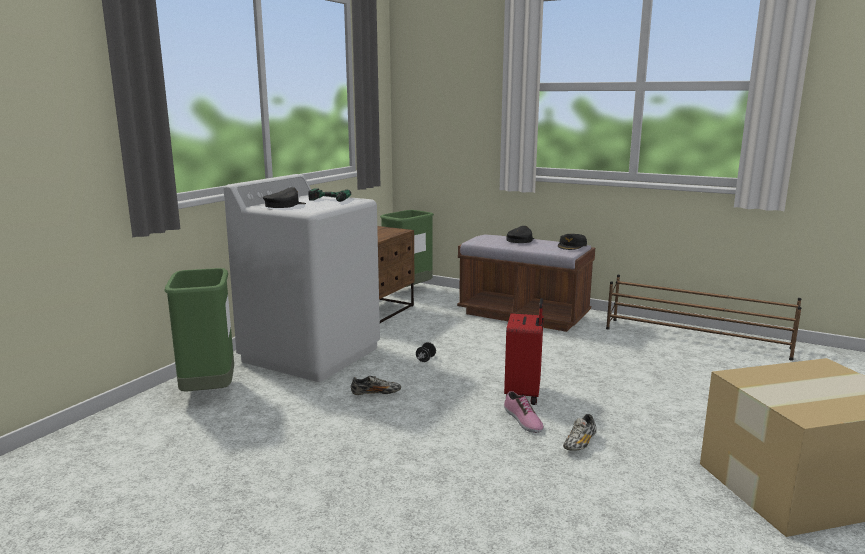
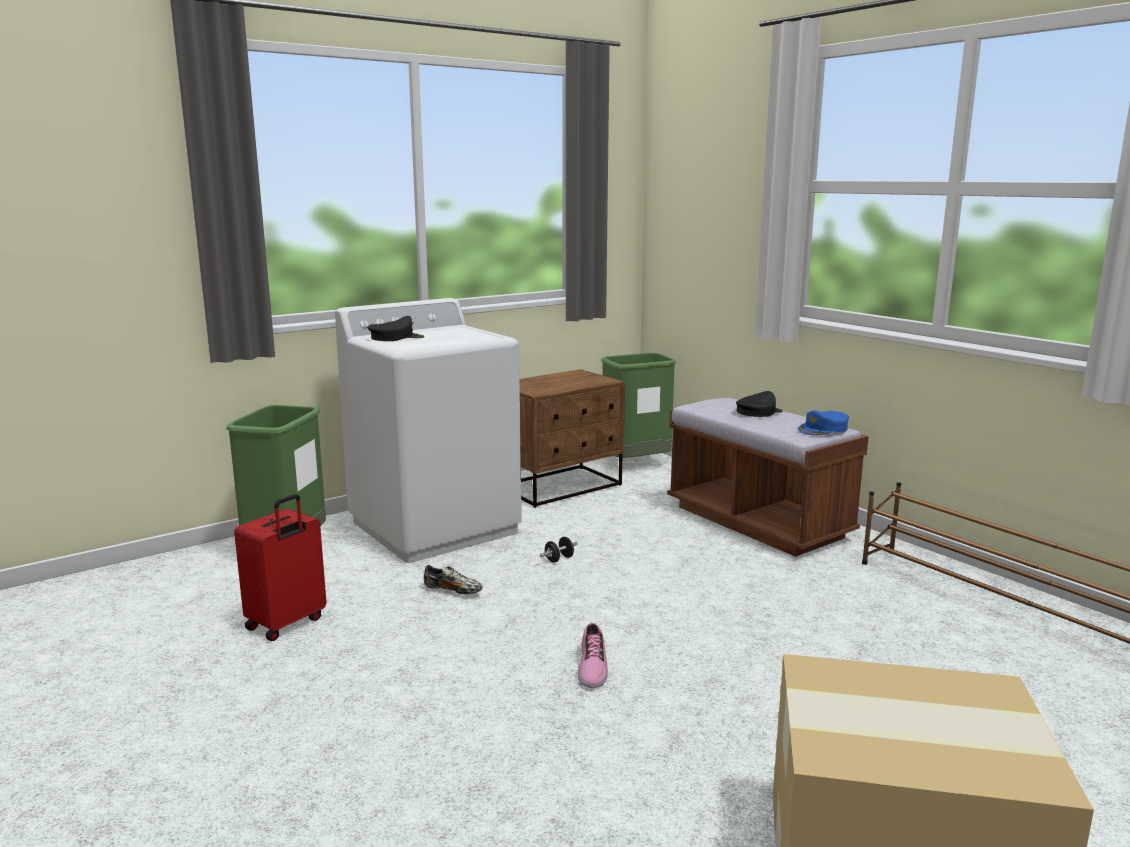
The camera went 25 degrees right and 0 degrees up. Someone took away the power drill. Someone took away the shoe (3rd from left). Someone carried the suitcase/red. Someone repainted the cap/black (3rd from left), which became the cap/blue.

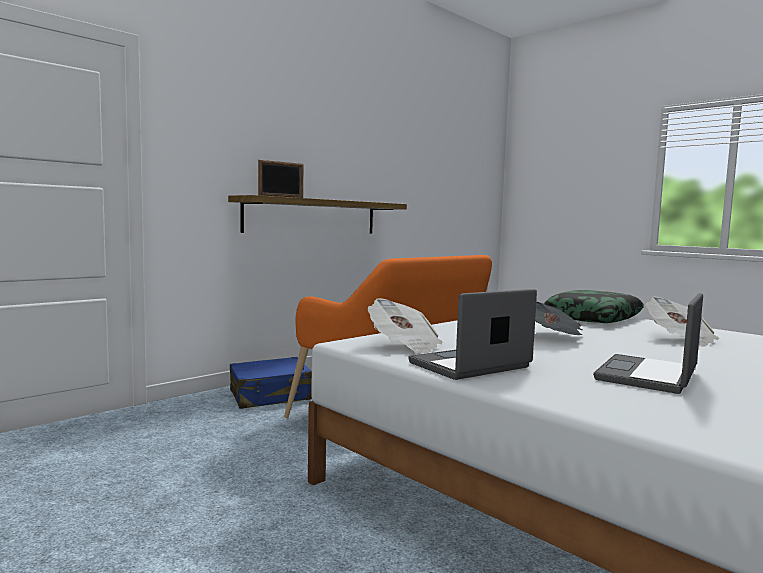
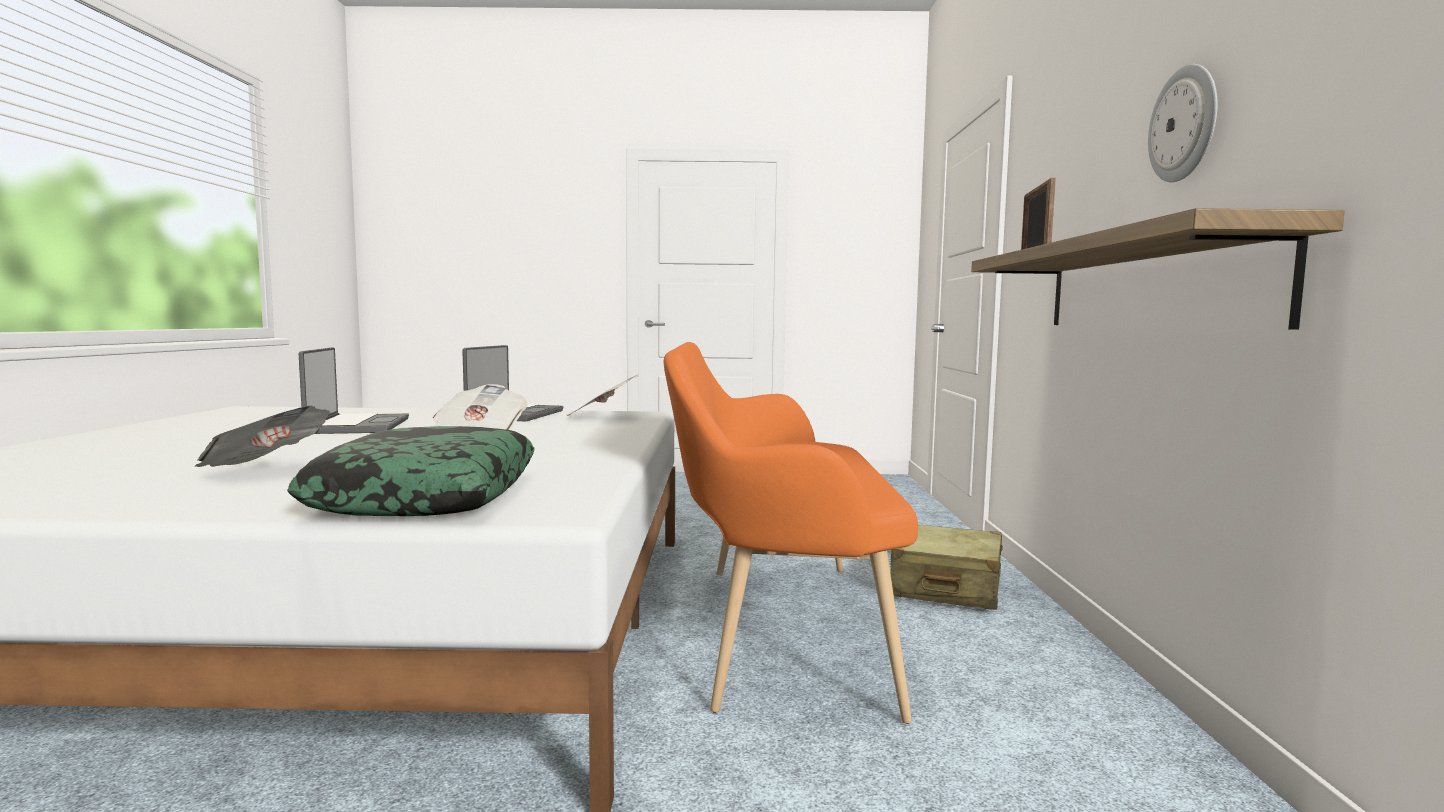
The camera went 135 degrees right and 0 degrees up. Someone put up the wall clock. Someone repainted the suitcase/blue, which became the suitcase/beige.

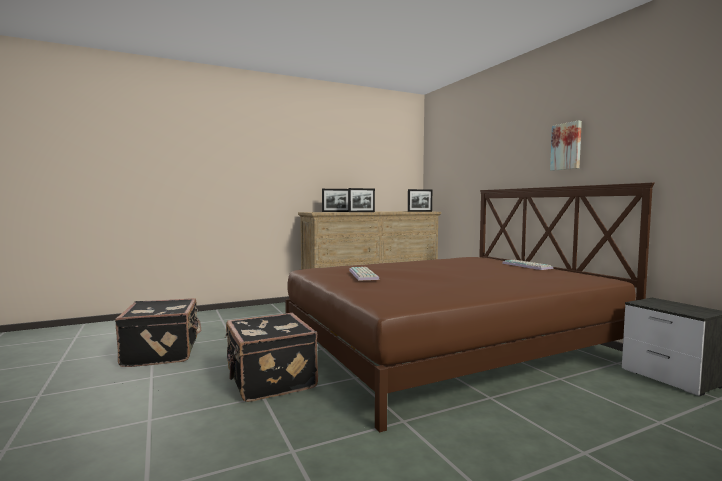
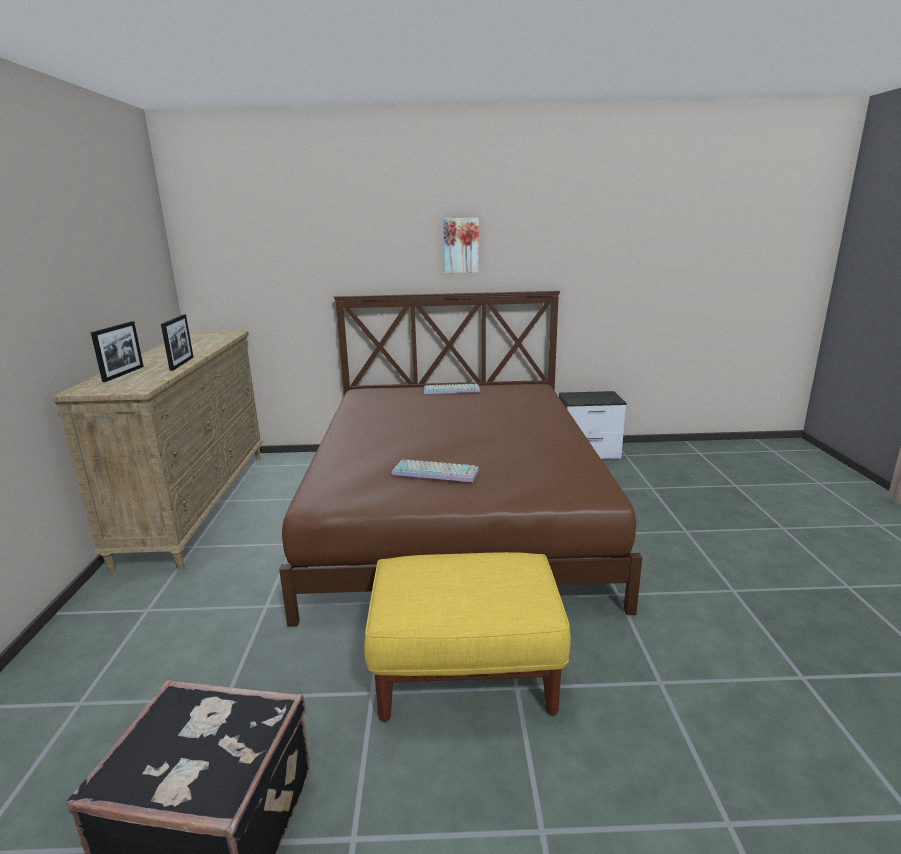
The camera went 65 degrees left and 15 degrees up. Someone took away the picture frame (3rd from left). Someone swapped the suitcase/black (2nd from left) for the ottoman/yellow.

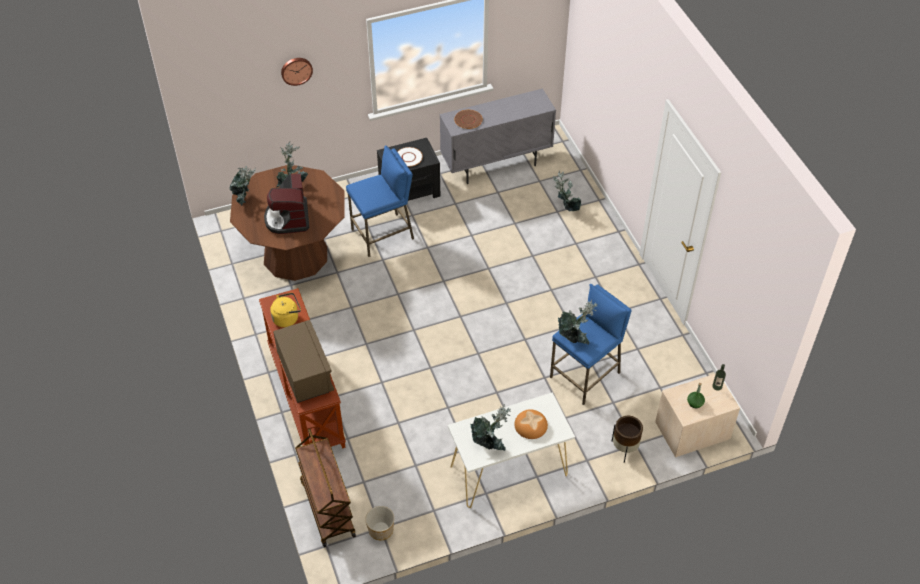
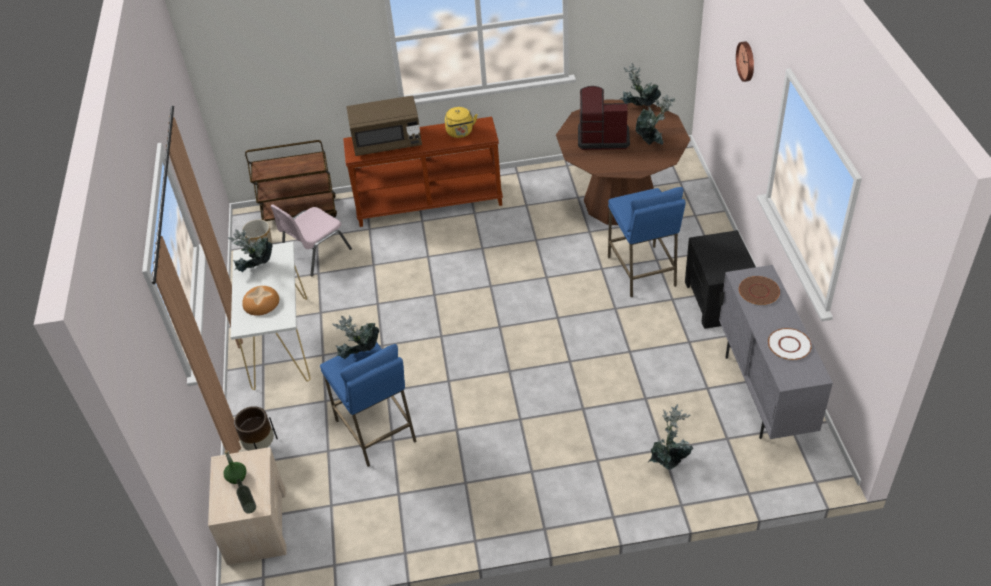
The camera went 105 degrees right and 5 degrees down. Someone put down the chair/pink. Someone carried the plate/white.

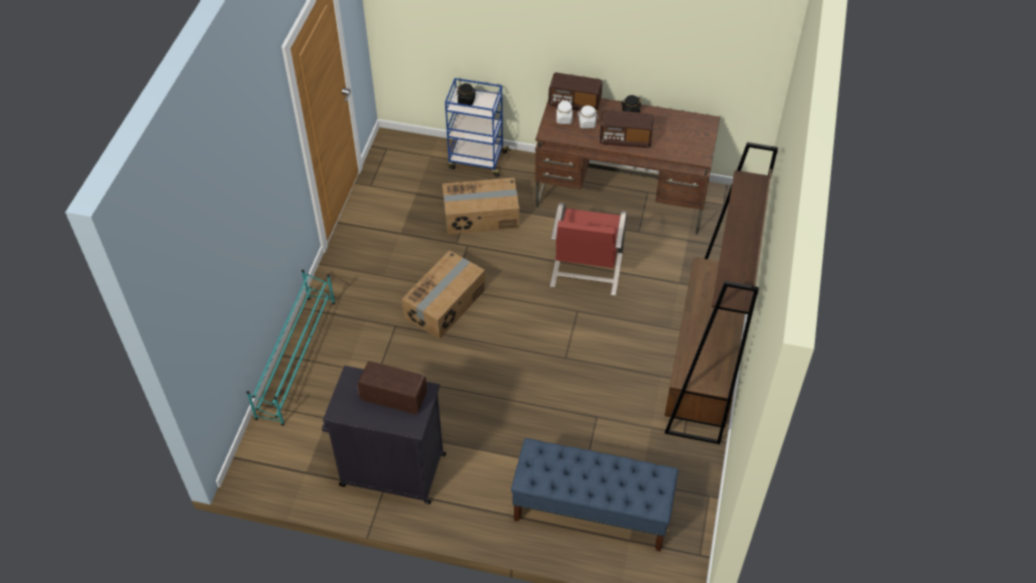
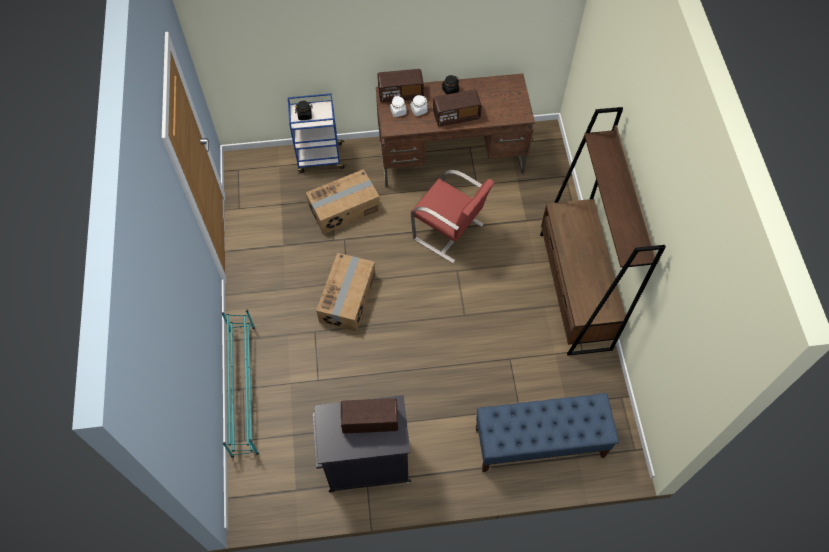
The camera went 20 degrees left and 10 degrees up. Someone rotated the chair/red by 45 degrees counterclockwise.

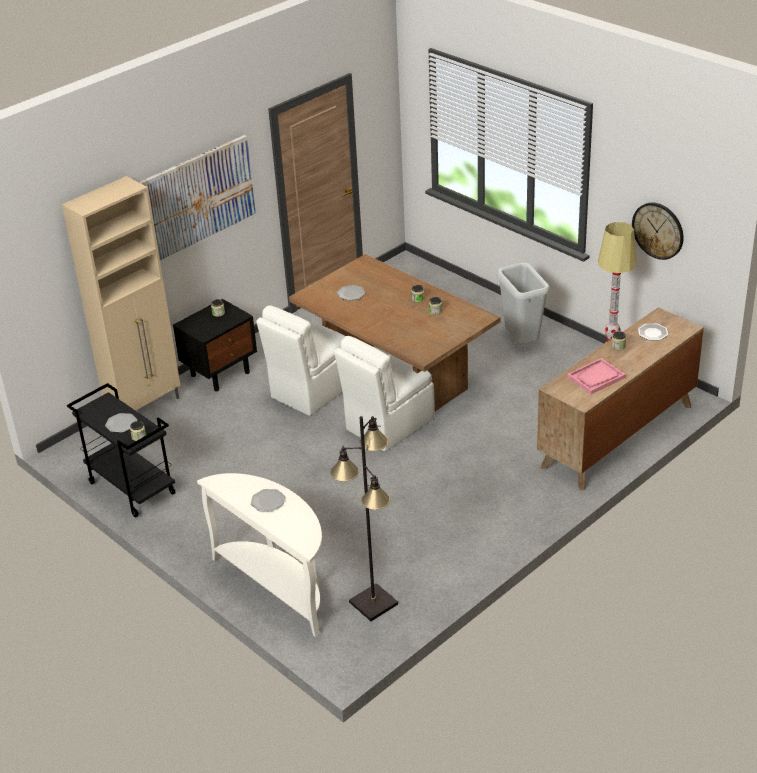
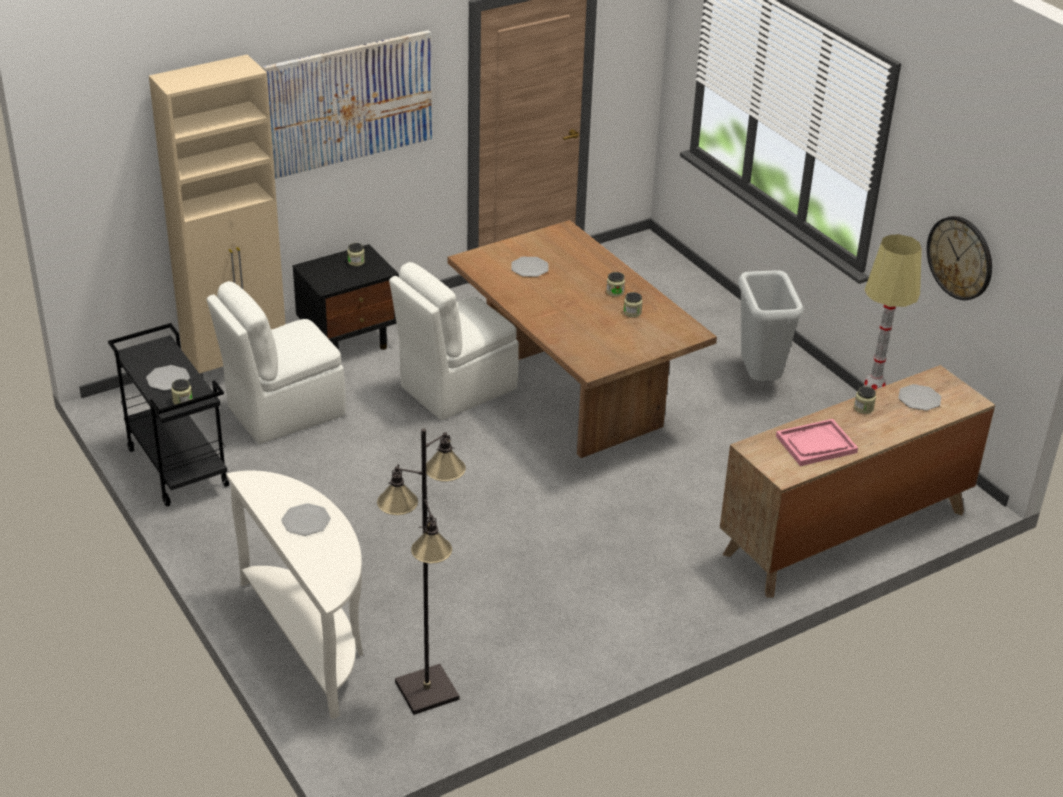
The camera went 10 degrees right and 0 degrees up. Someone carried the chair/white (2nd from left in the first image).

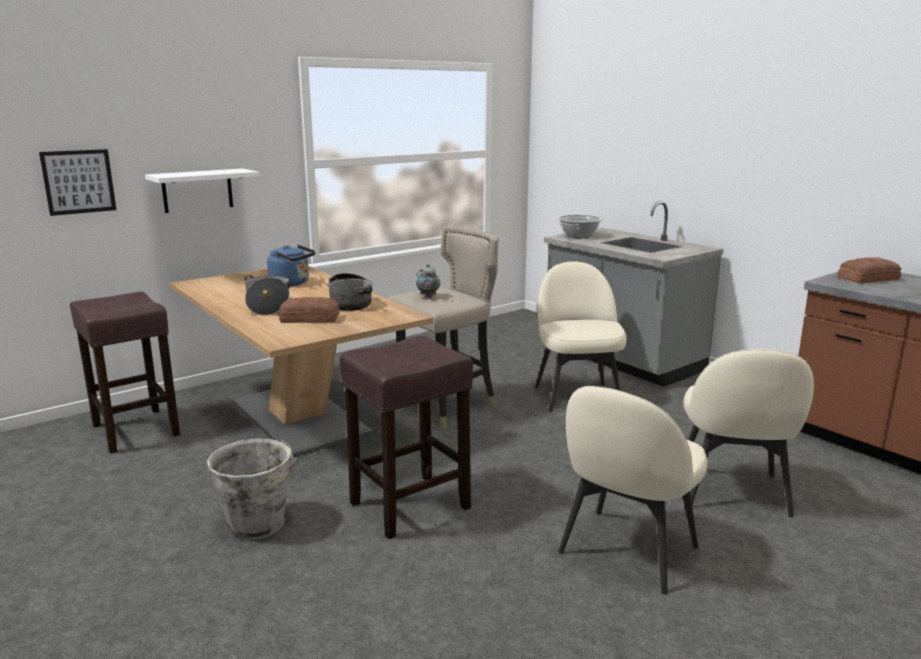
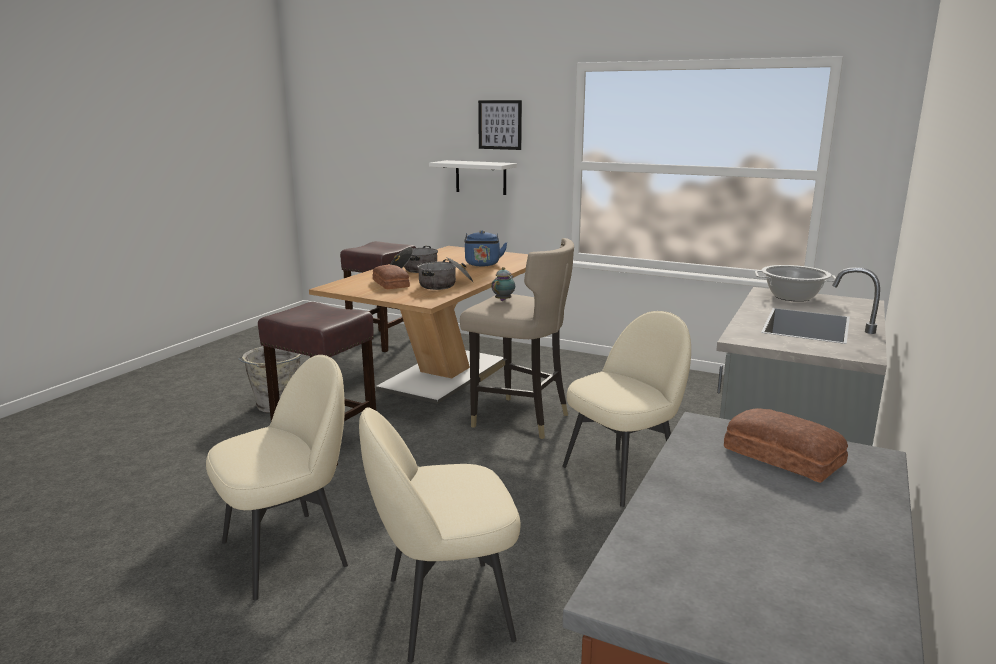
The camera went 65 degrees right and 0 degrees up. Someone carried the picture. Someone rotated the chair/beige (2nd from left in the first image) by 135 degrees clockwise.

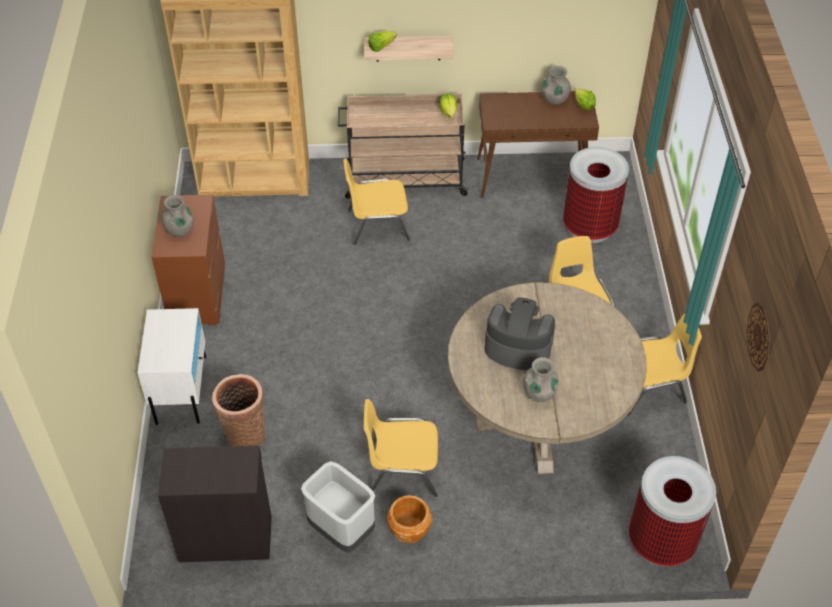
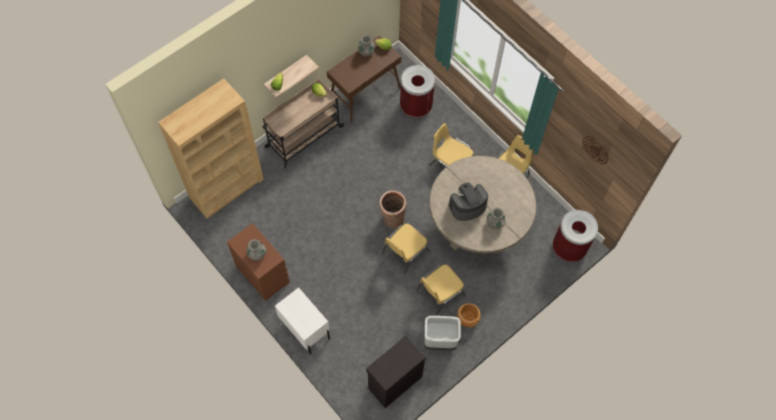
The camera went 40 degrees left and 15 degrees up. Someone carried the basket. Someone carried the chair/yellow (1st from left).

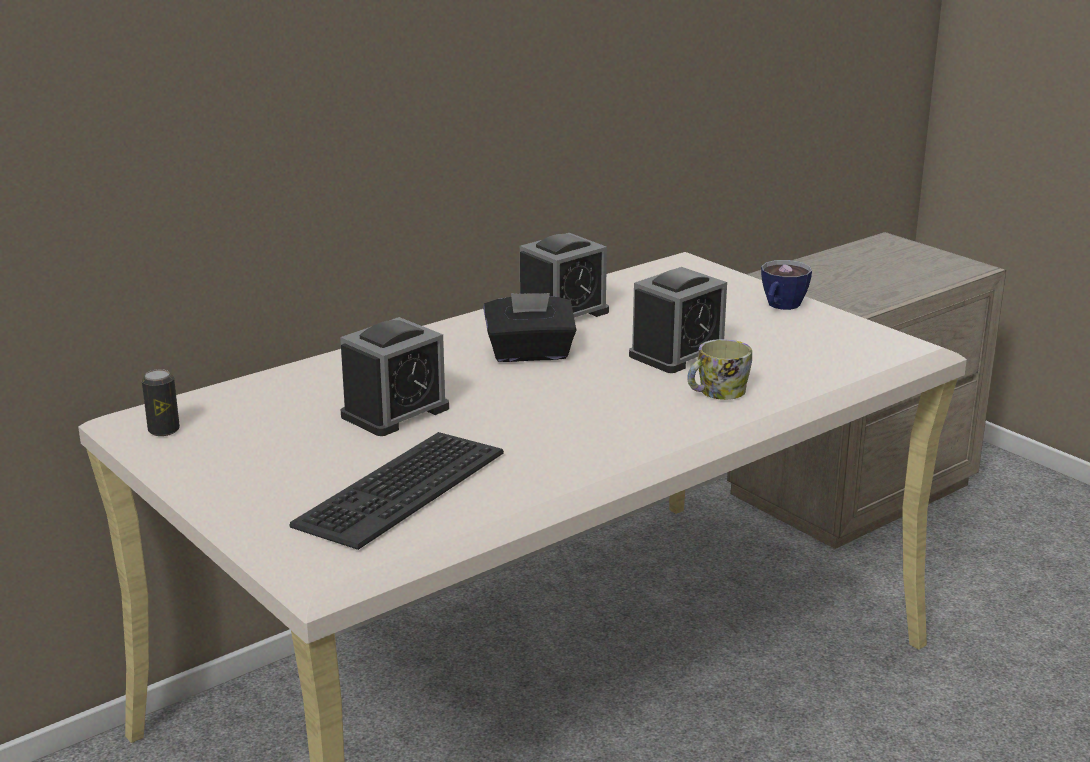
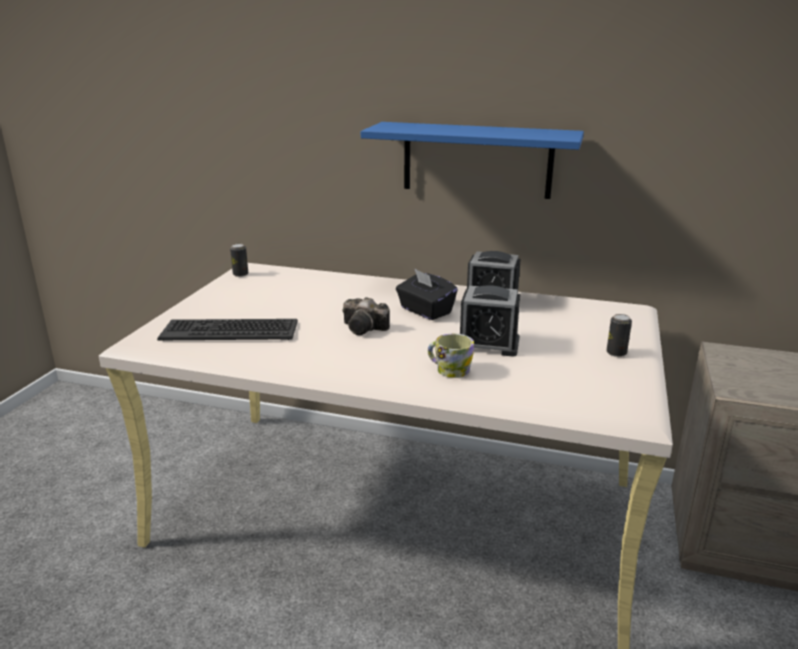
The camera went 55 degrees right and 0 degrees up. Someone took away the alarm clock (1st from left). Someone put down the photo camera. Someone put up the shelf/blue. Someone swapped the cup for the can (2nd from left).

